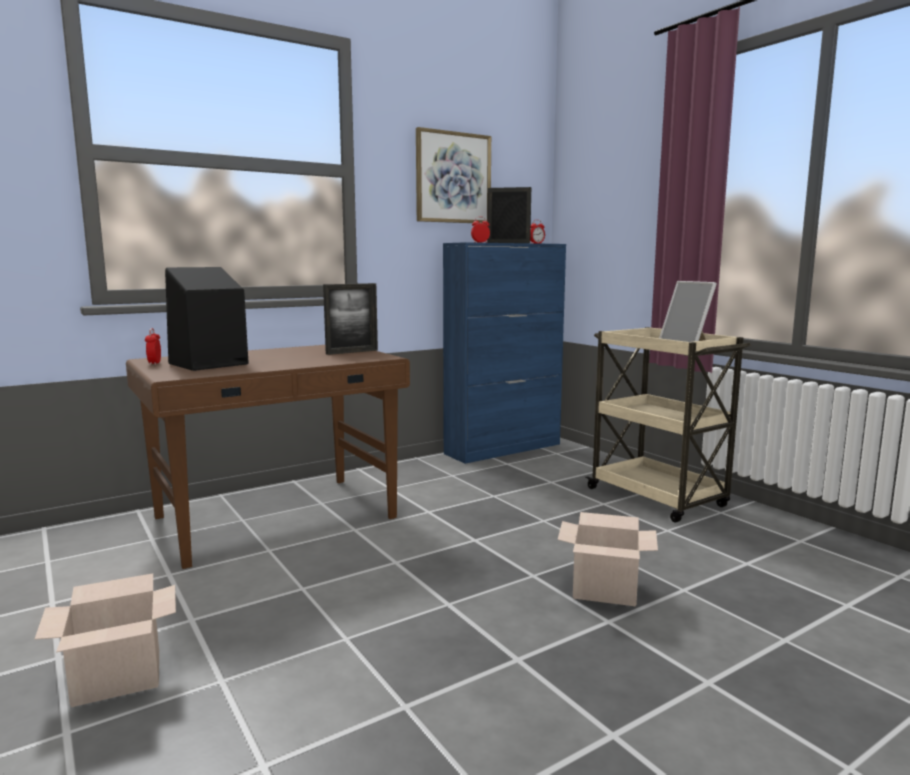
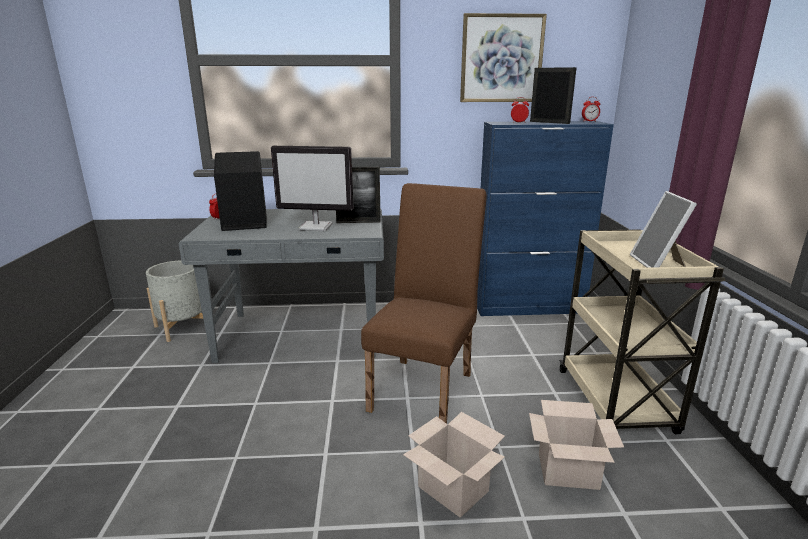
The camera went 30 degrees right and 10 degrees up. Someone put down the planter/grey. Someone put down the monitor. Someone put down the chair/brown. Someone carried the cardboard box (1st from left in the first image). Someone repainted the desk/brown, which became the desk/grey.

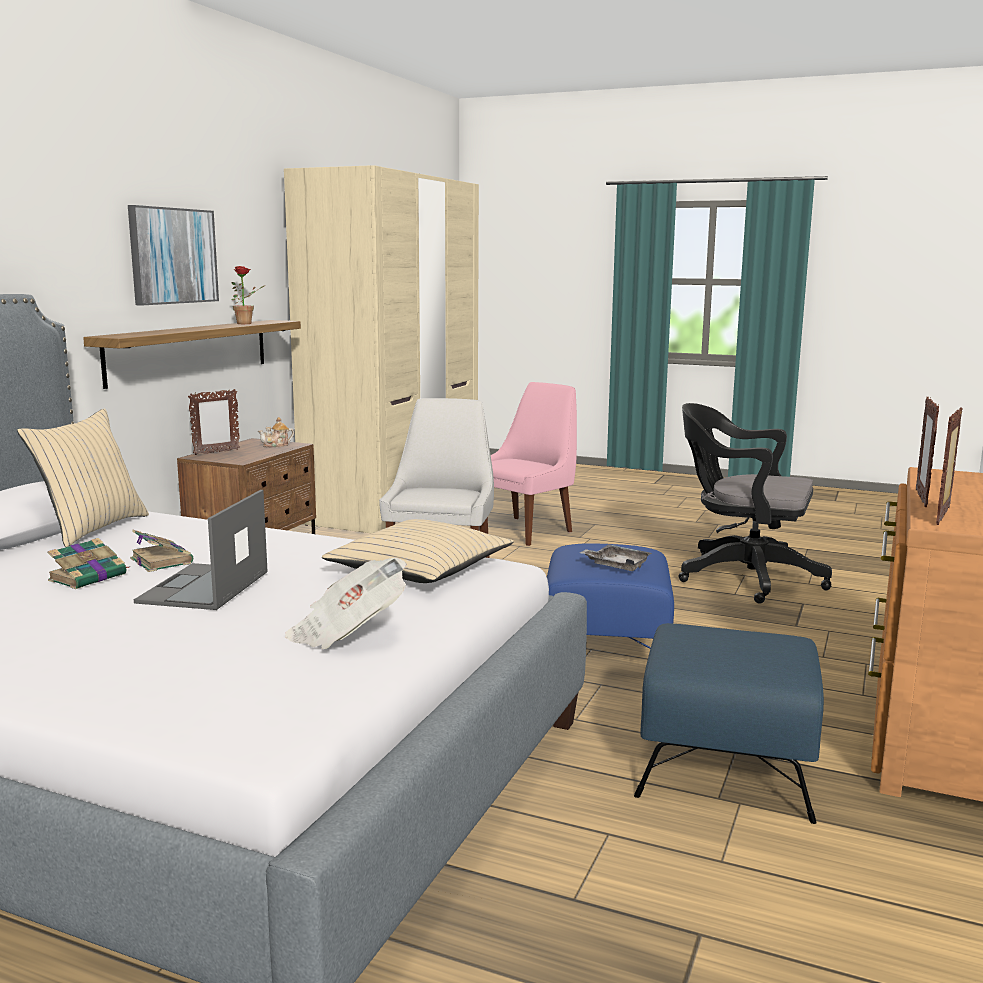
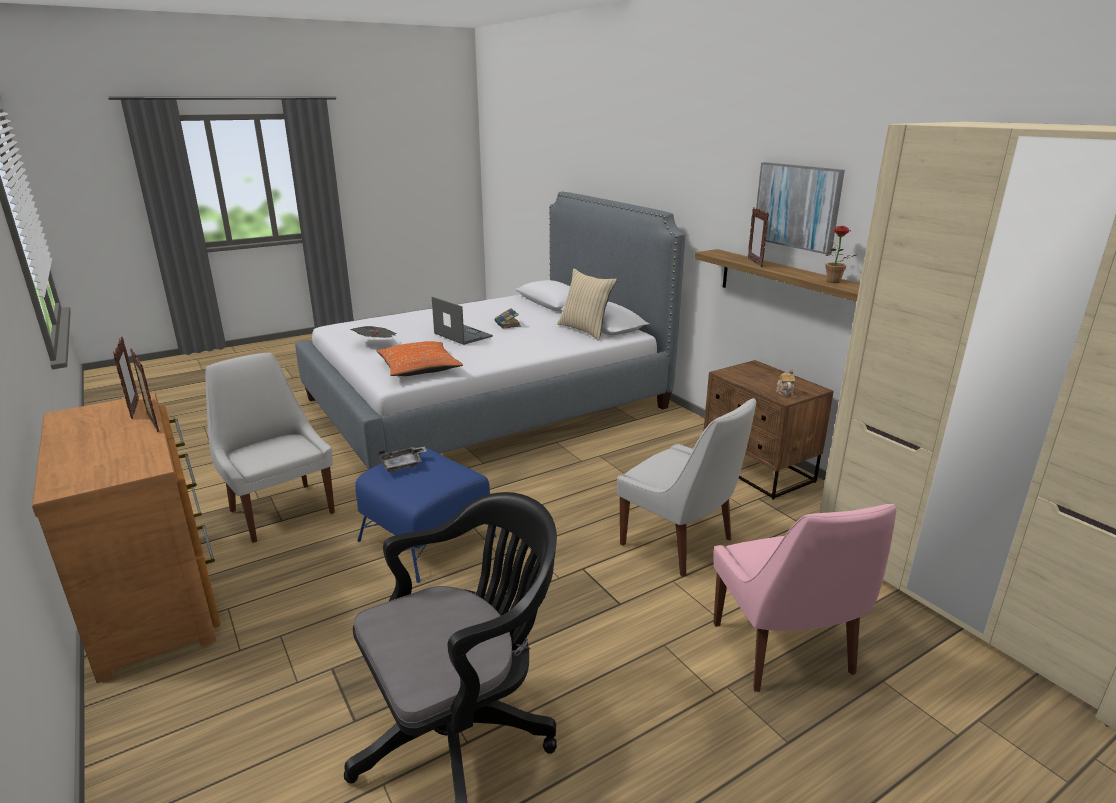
The camera went 125 degrees right and 10 degrees up. Someone took away the book (2nd from left). Someone carried the picture frame (1st from left in the first image). Someone swapped the ottoman/blue (2nd from left) for the chair/white (1st from left). Someone repainted the pillow/beige (2nd from left), which became the pillow/orange.

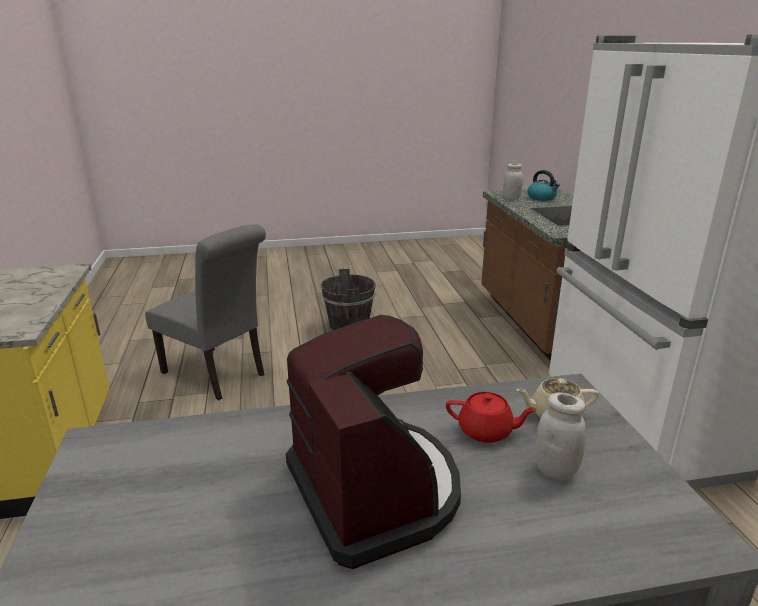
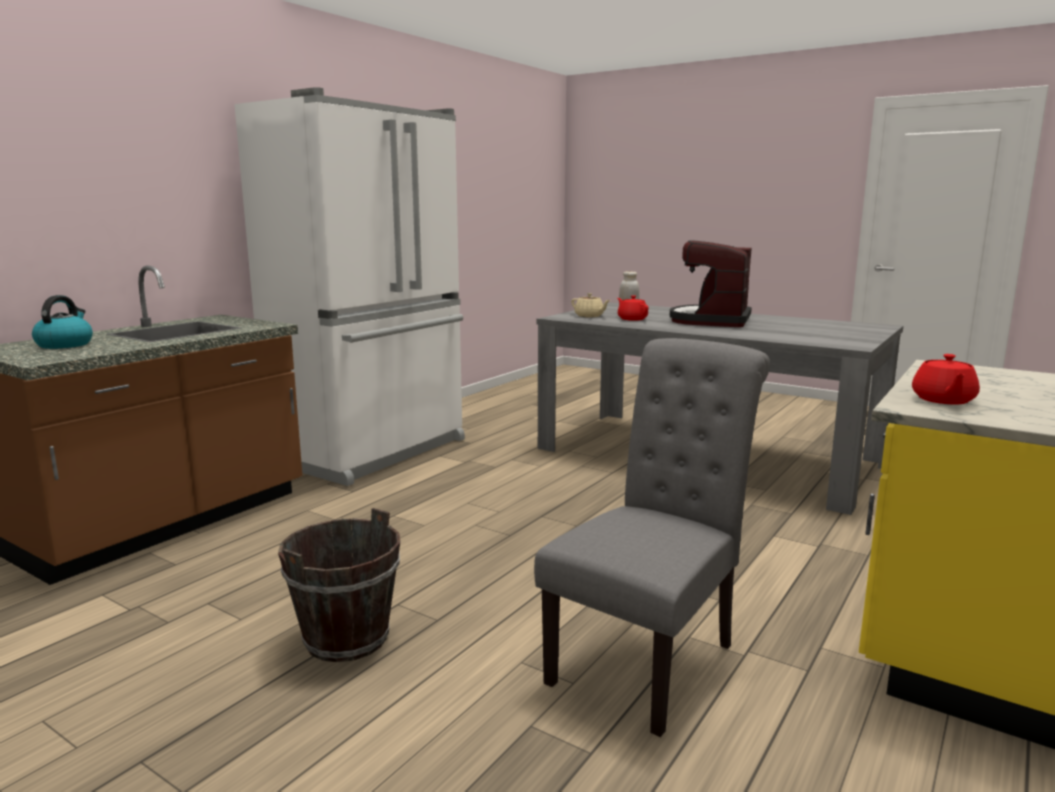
The camera went 135 degrees left and 10 degrees down. Someone took away the jar/white (1st from left). Someone put down the teapot/red (2nd from left). Someone rotated the chair/grey by 45 degrees clockwise.

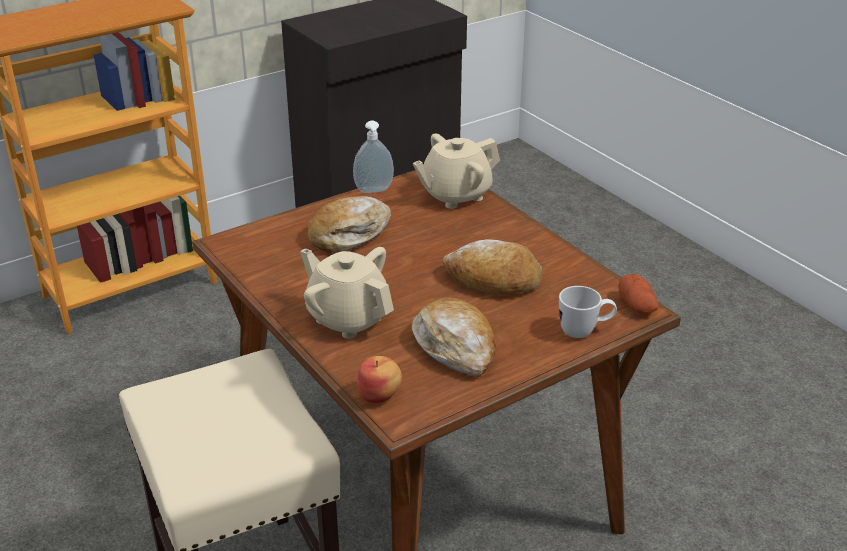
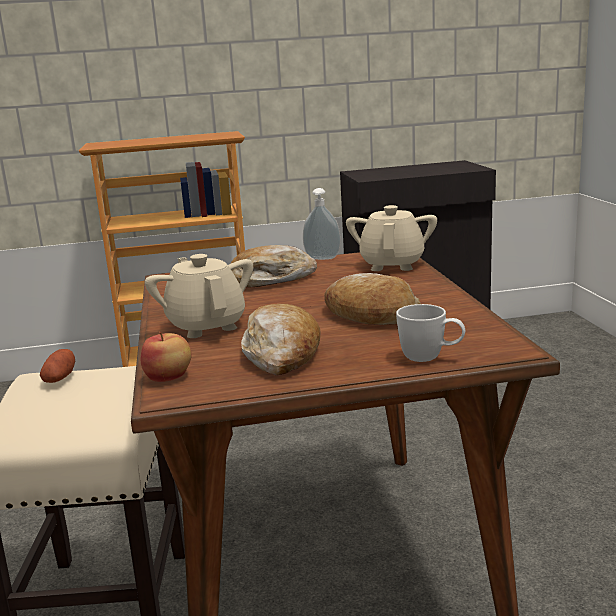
The camera went 25 degrees right and 15 degrees down. Someone carried the potato. Someone rotated the teapot/beige (2nd from left) by 105 degrees clockwise.

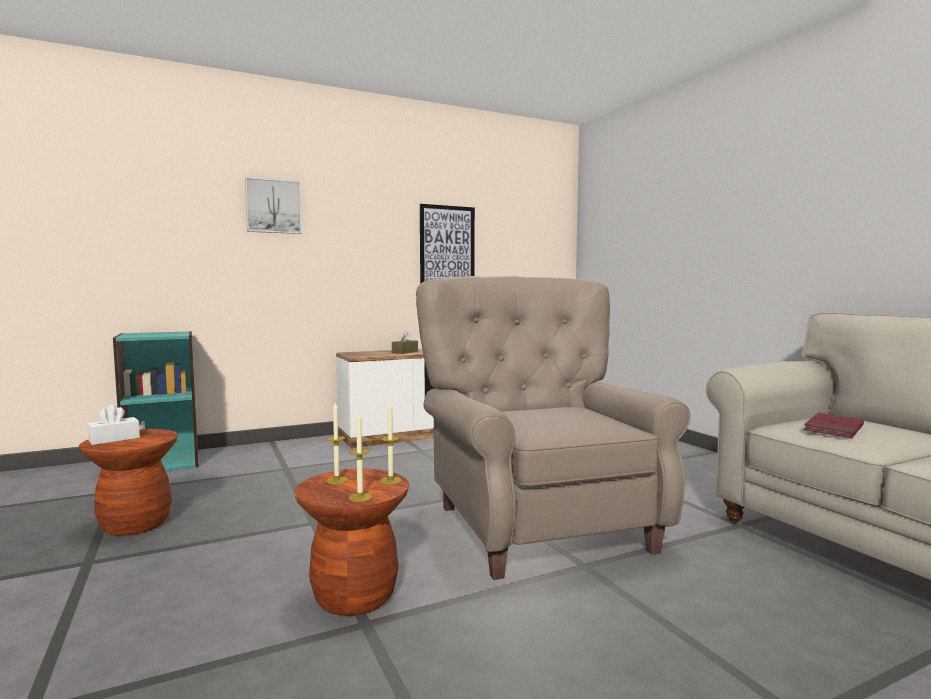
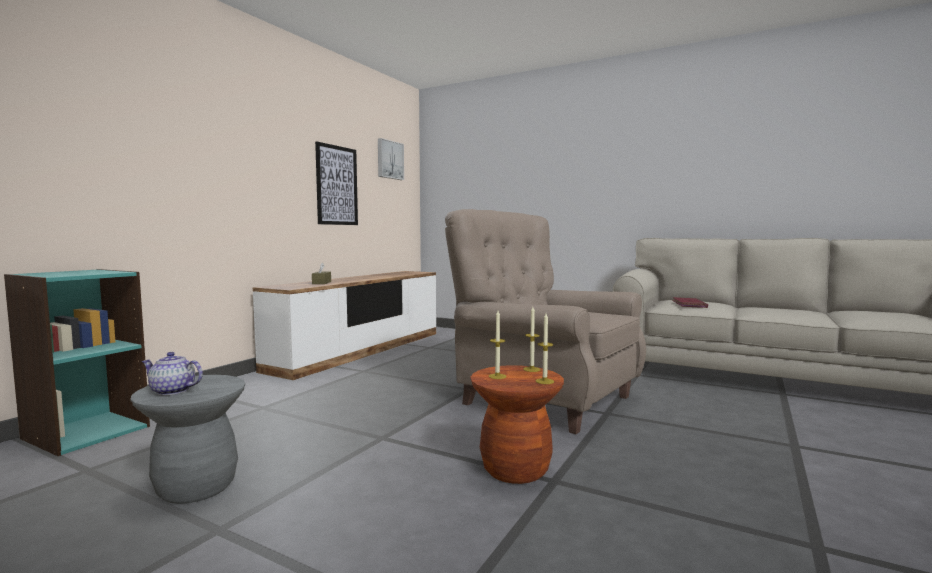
The camera went 35 degrees left and 0 degrees up. Someone carried the picture (1st from left in the first image). Someone swapped the tissue box/white for the teapot. Someone repainted the stool/brown (1st from left), which became the stool/grey.

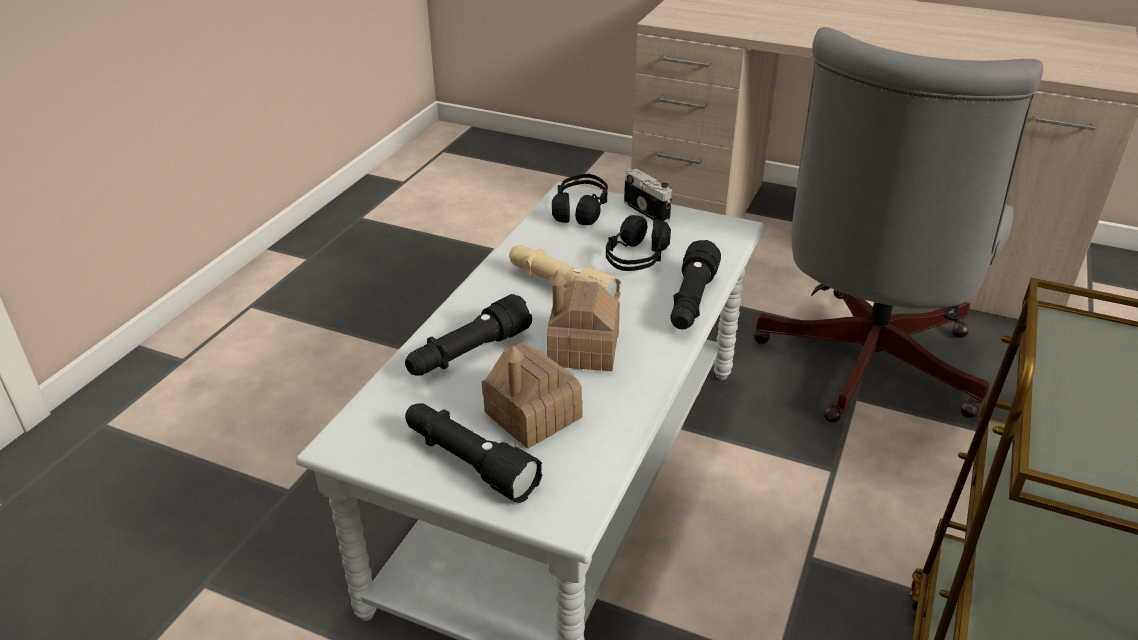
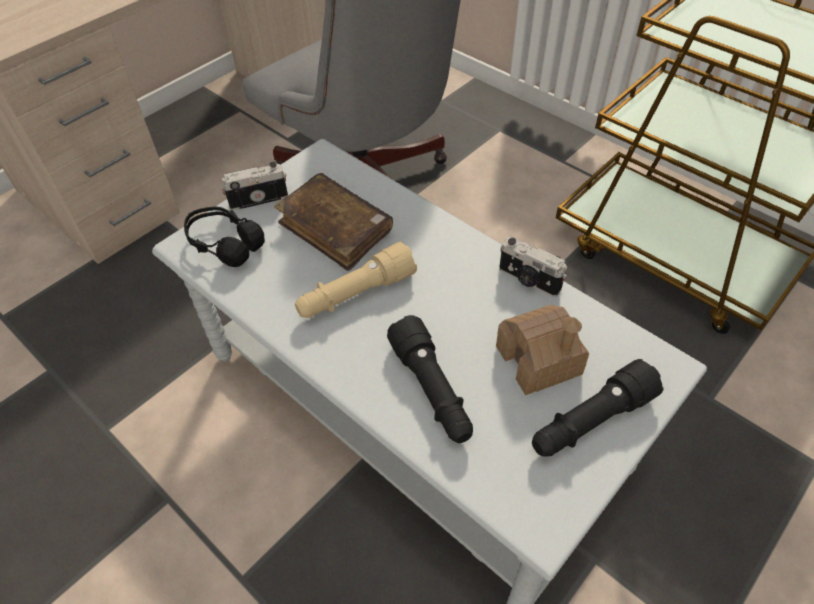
The camera went 70 degrees left and 15 degrees up. Someone took away the toy house (2nd from left). Someone took away the flashlight/black (3rd from left). Someone put down the photo camera (2nd from left). Someone swapped the headphones/black (2nd from left) for the book/brown.

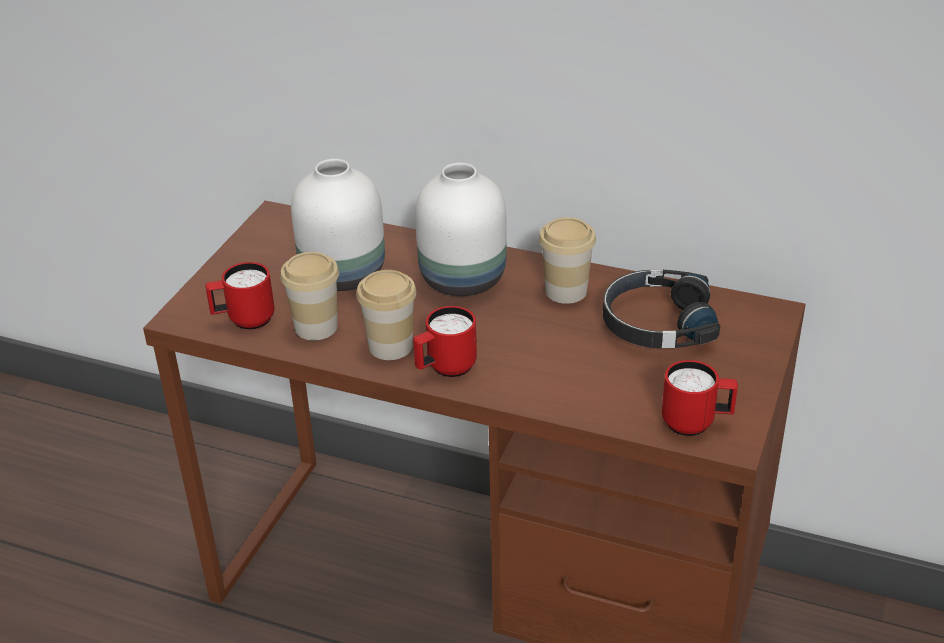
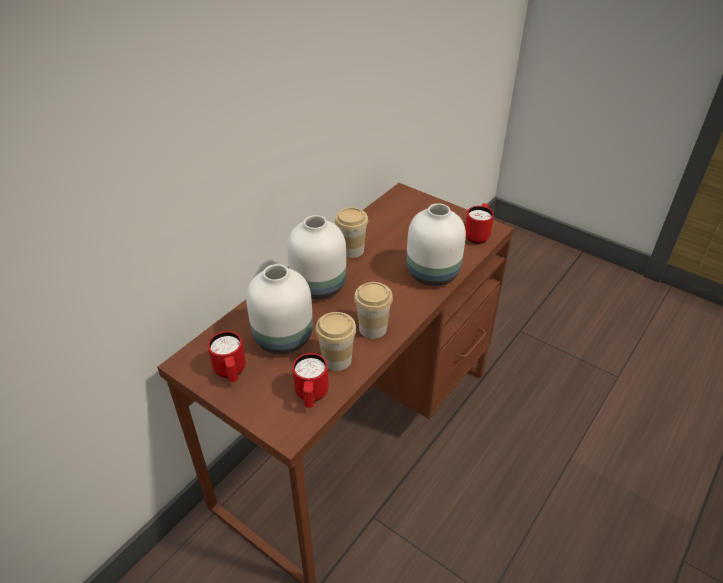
The camera went 75 degrees left and 5 degrees up. Someone took away the headphones/black. Someone put down the vase/white (3rd from left). Someone carried the mug/red (2nd from left in the first image).

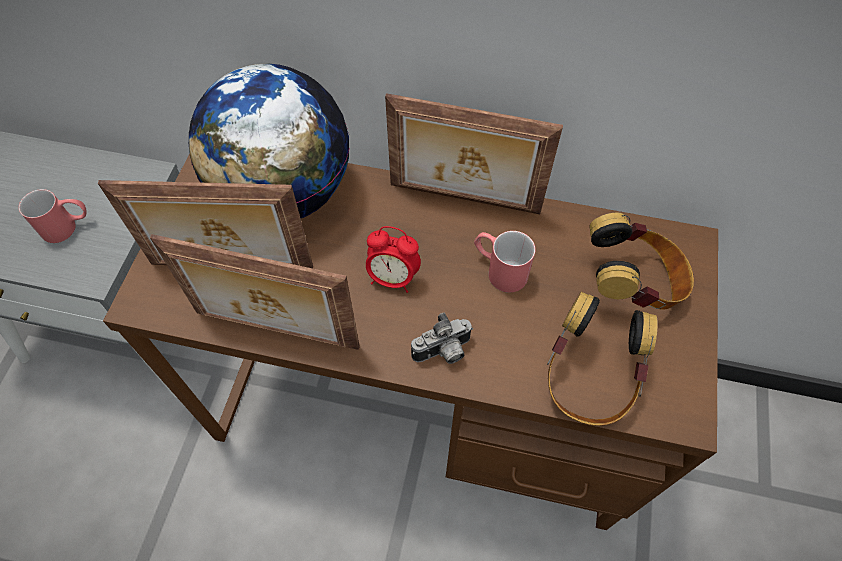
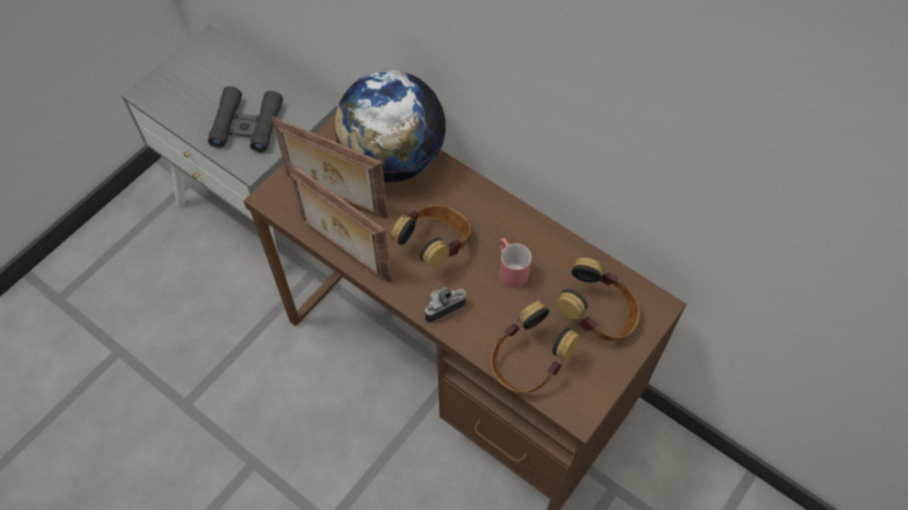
The camera went 25 degrees right and 0 degrees up. Someone took away the picture frame (3rd from left). Someone swapped the mug/red (1st from left) for the binoculars/black. Someone swapped the alarm clock for the headphones (1st from left). Someone rotated the photo camera by 150 degrees clockwise.

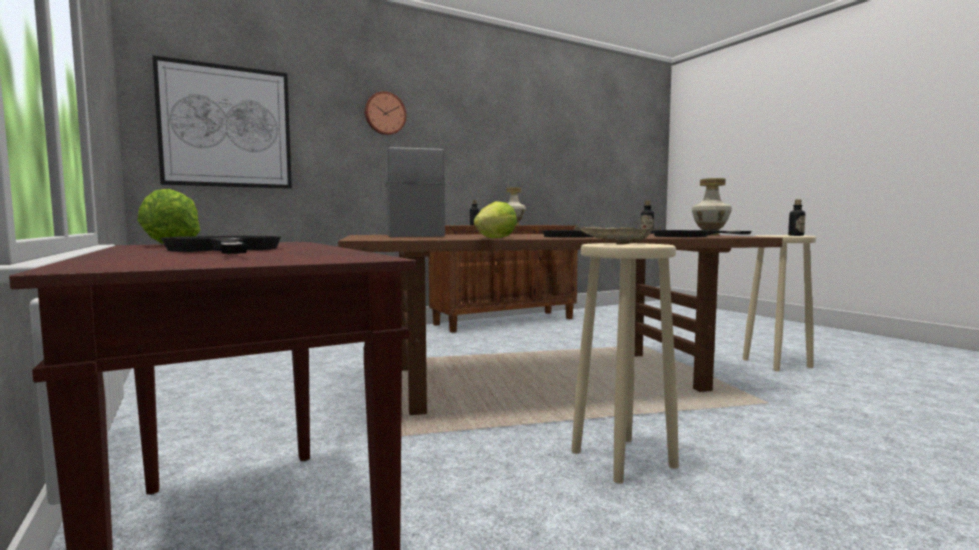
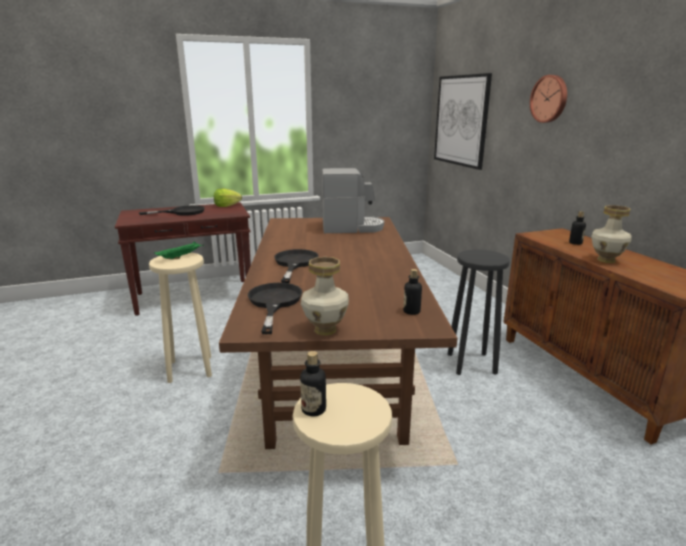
The camera went 100 degrees right and 15 degrees up. Someone took away the lettuce (2nd from left). Someone put down the stool/black. Someone repainted the tray/beige, which became the tray/green.

